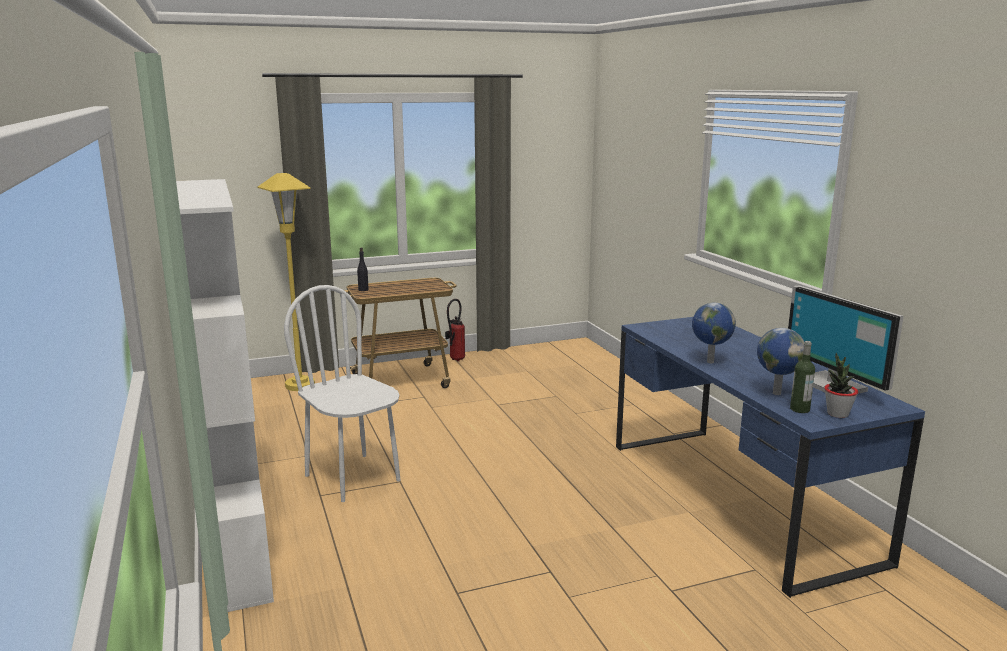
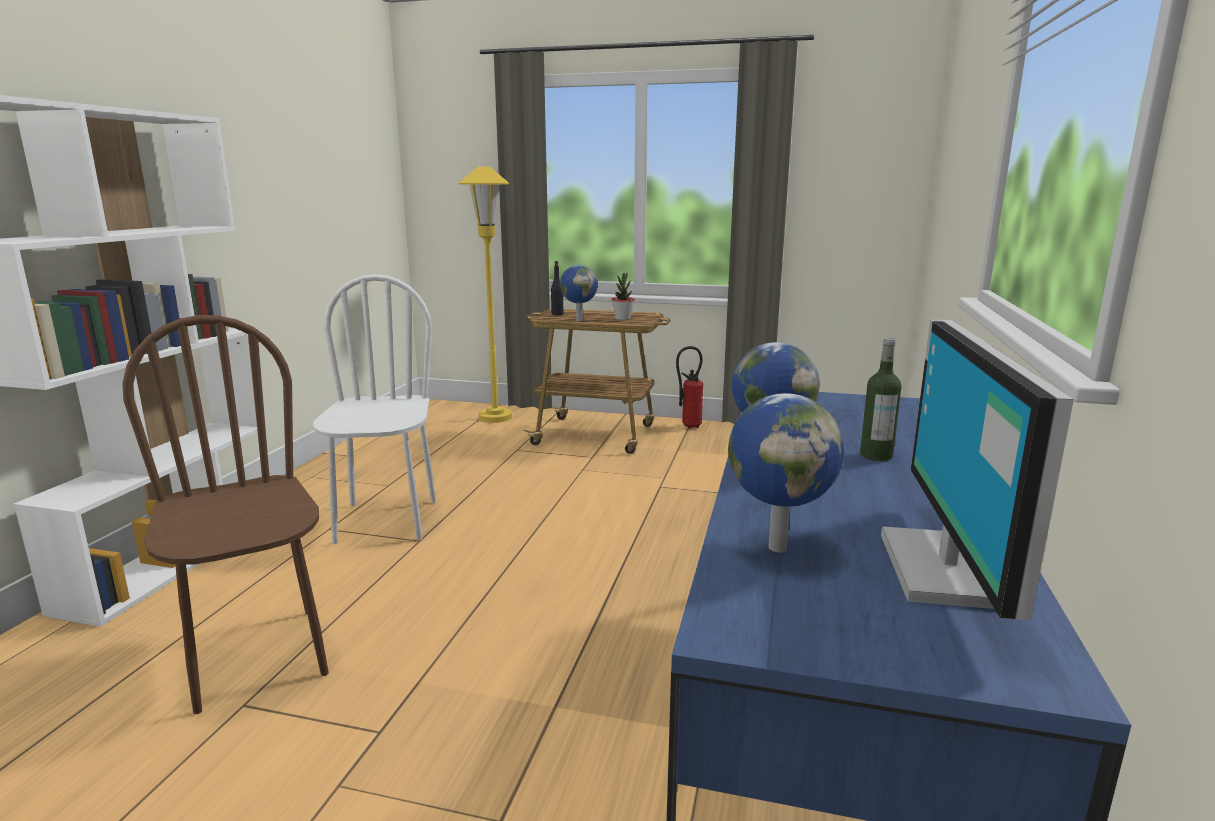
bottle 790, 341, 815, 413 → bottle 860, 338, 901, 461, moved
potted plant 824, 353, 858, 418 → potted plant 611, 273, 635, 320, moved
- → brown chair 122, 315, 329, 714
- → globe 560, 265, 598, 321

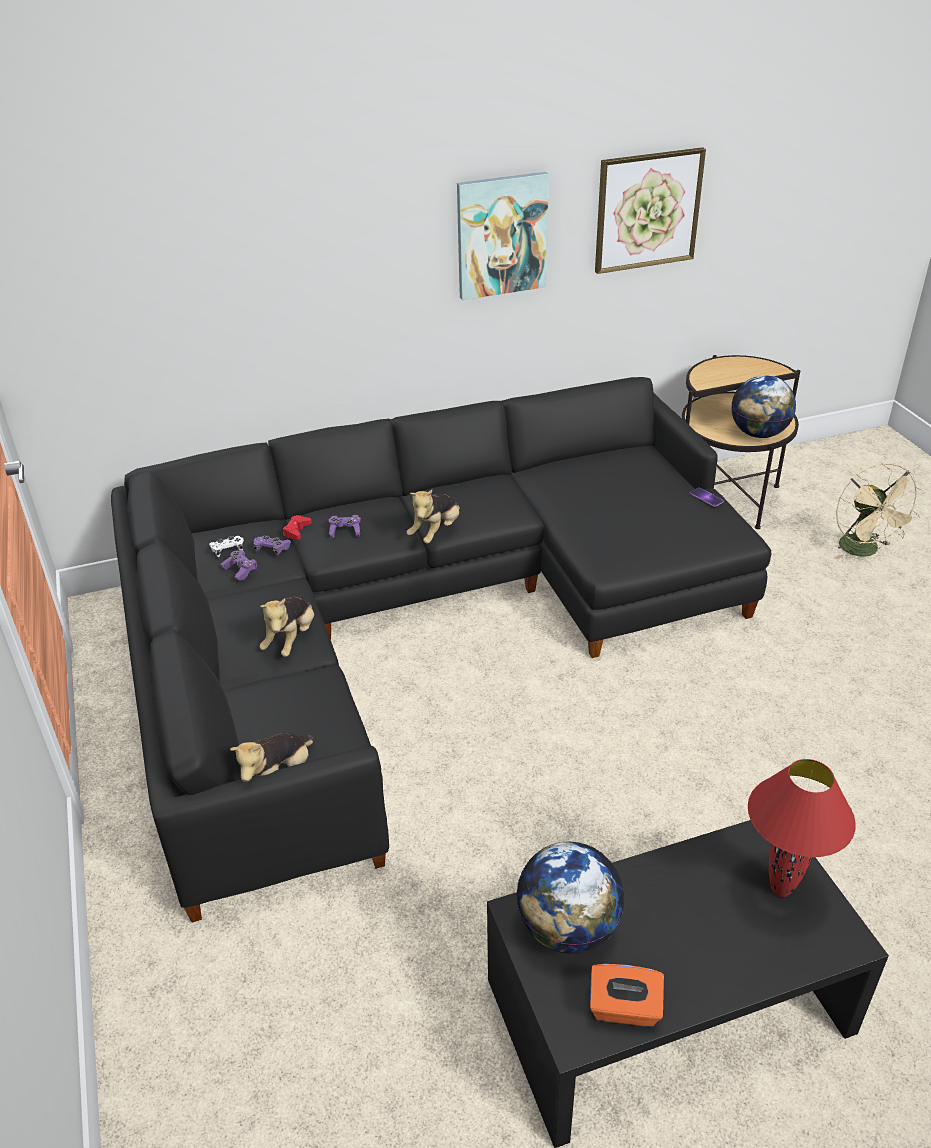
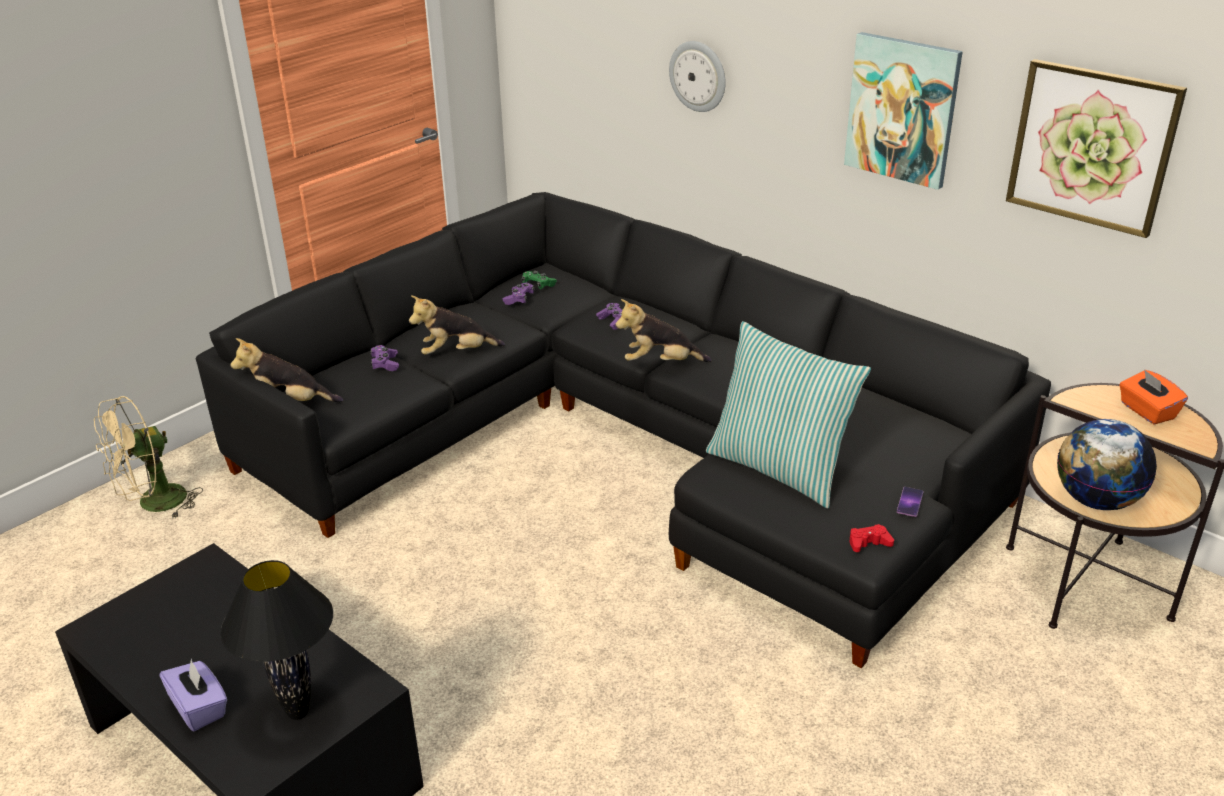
white game controller 209, 536, 244, 557 → green game controller 522, 271, 557, 289
purple game controller 253, 535, 291, 556 → purple game controller 370, 345, 399, 371, moved
red game controller 283, 515, 312, 539 → red game controller 849, 524, 894, 552, moved
globe 516, 842, 625, 954 → -
orange tissue box 590, 964, 664, 1026 → orange tissue box 1119, 369, 1188, 424, moved
red table lamp 748, 759, 856, 897 → black table lamp 220, 560, 333, 720
beige fan 834, 463, 925, 560 → beige fan 94, 396, 203, 519, moved
- → purple tissue box 160, 659, 227, 731
- → wall clock 669, 41, 726, 112
- → pillow 706, 321, 871, 509

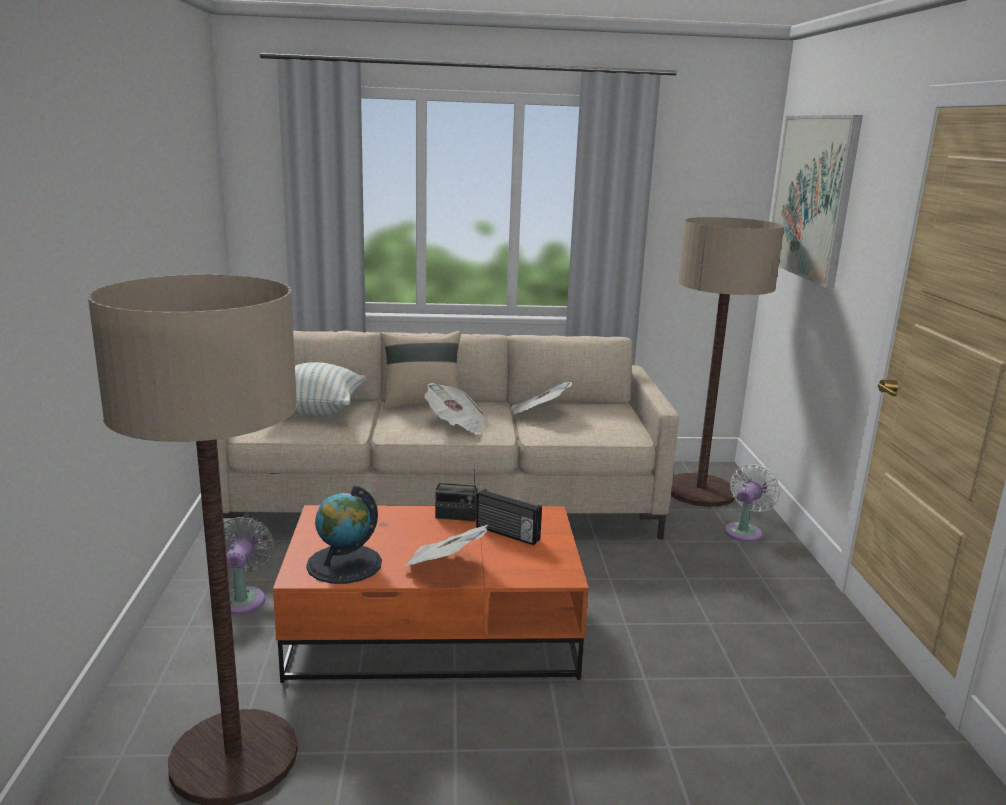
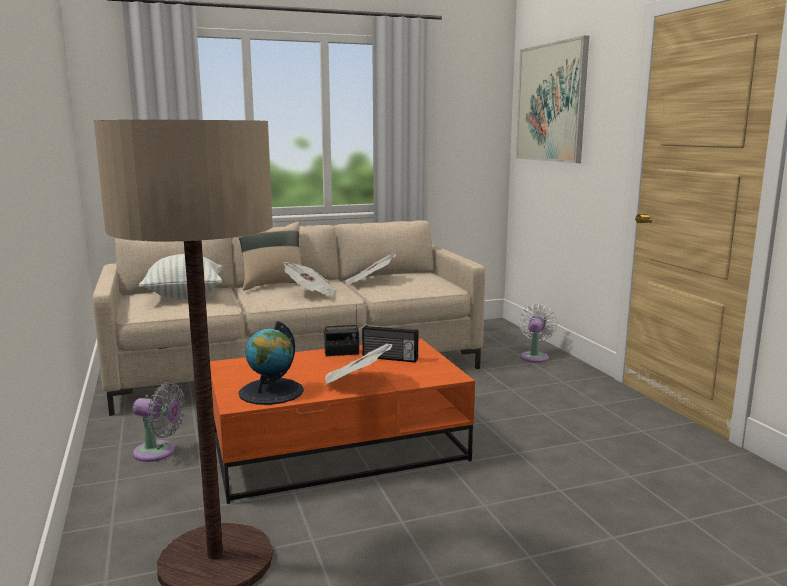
grey fan 224, 517, 275, 614 → grey fan 133, 382, 185, 462, 120 degrees clockwise
floor lamp 671, 217, 784, 507 → -

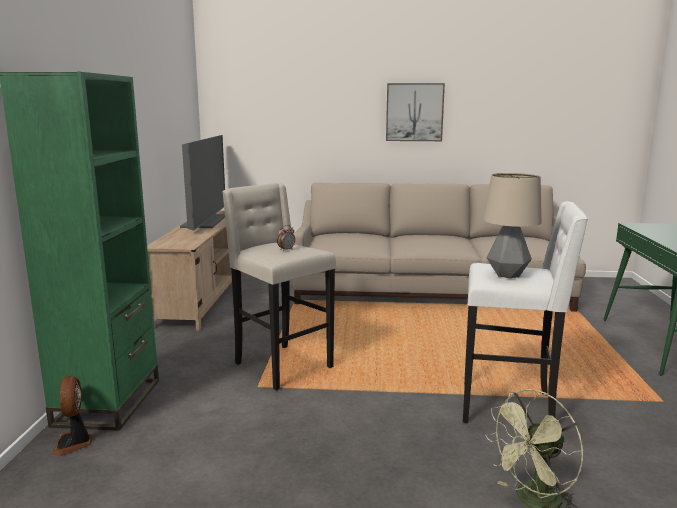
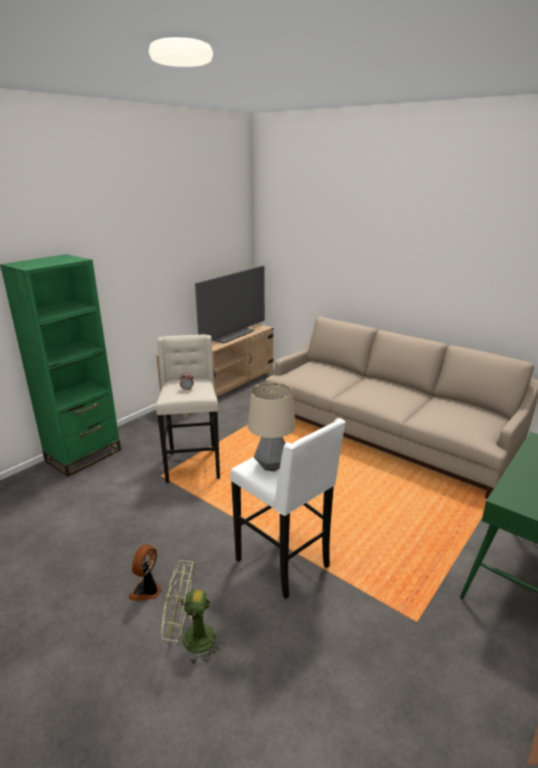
fan 52, 376, 93, 456 → fan 128, 544, 162, 601, moved
picture 386, 83, 445, 141 → -

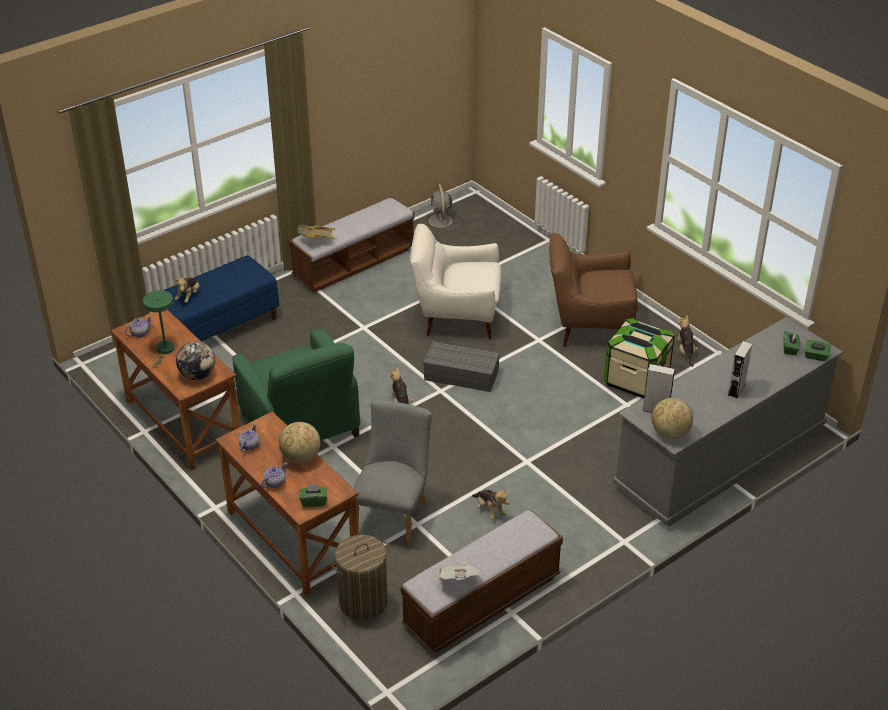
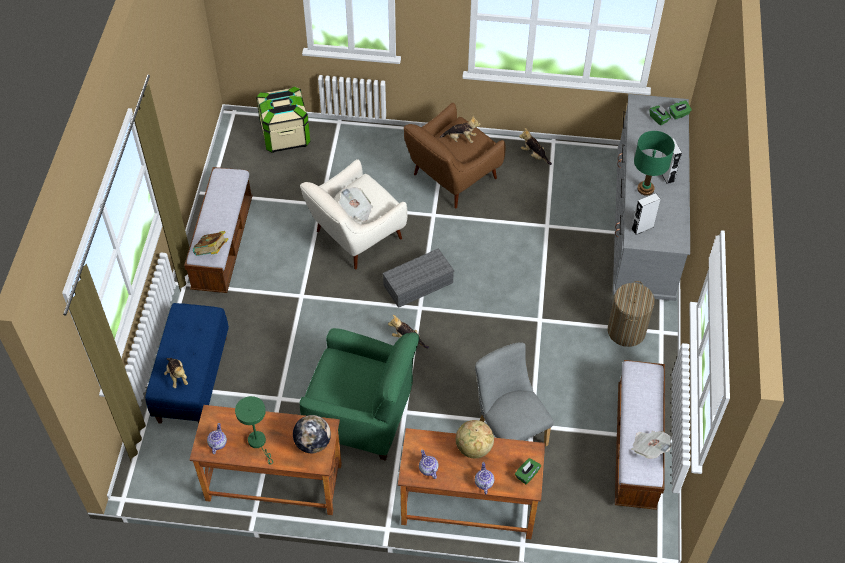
laundry basket 332, 534, 390, 620 → laundry basket 608, 281, 655, 347, moved
grey fan 424, 184, 459, 231 → -
plush toy 472, 489, 510, 520 → plush toy 440, 115, 481, 143, moved
storage box 604, 318, 675, 398 → storage box 256, 86, 311, 153, moved
globe 651, 398, 693, 439 → -
- → newspaper 339, 187, 373, 222
- → green table lamp 634, 131, 675, 196

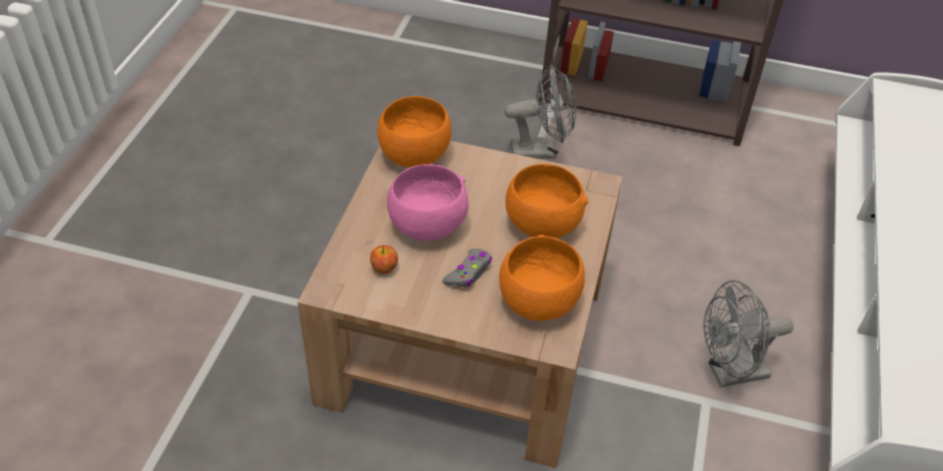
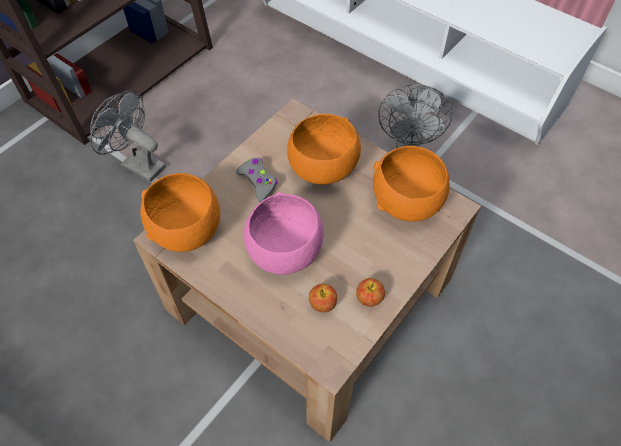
grey game controller 442, 249, 492, 287 → grey game controller 236, 158, 277, 202, moved
grey fan 504, 65, 576, 159 → grey fan 90, 91, 166, 182, 75 degrees counterclockwise
- → apple 356, 278, 385, 307

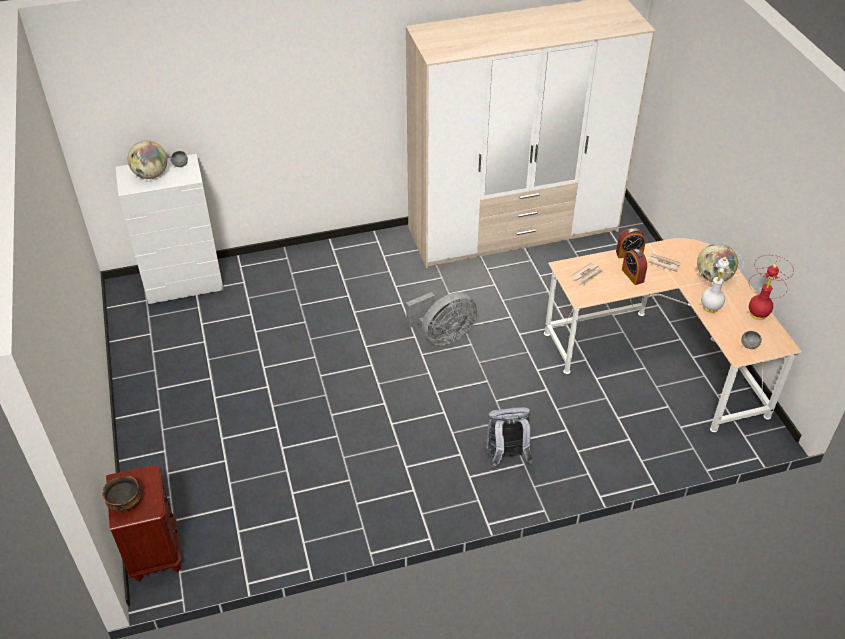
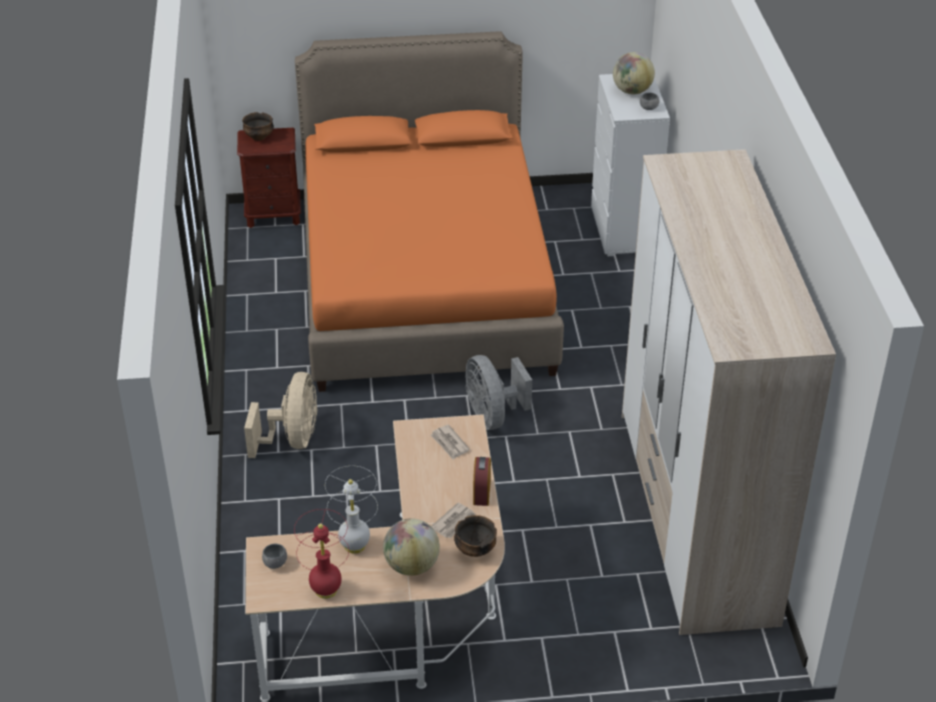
grey backpack 484, 407, 533, 468 → beige fan 244, 372, 317, 458
alarm clock 622, 249, 647, 285 → -
- → orange bed 295, 31, 564, 392
- → bowl 454, 515, 497, 557

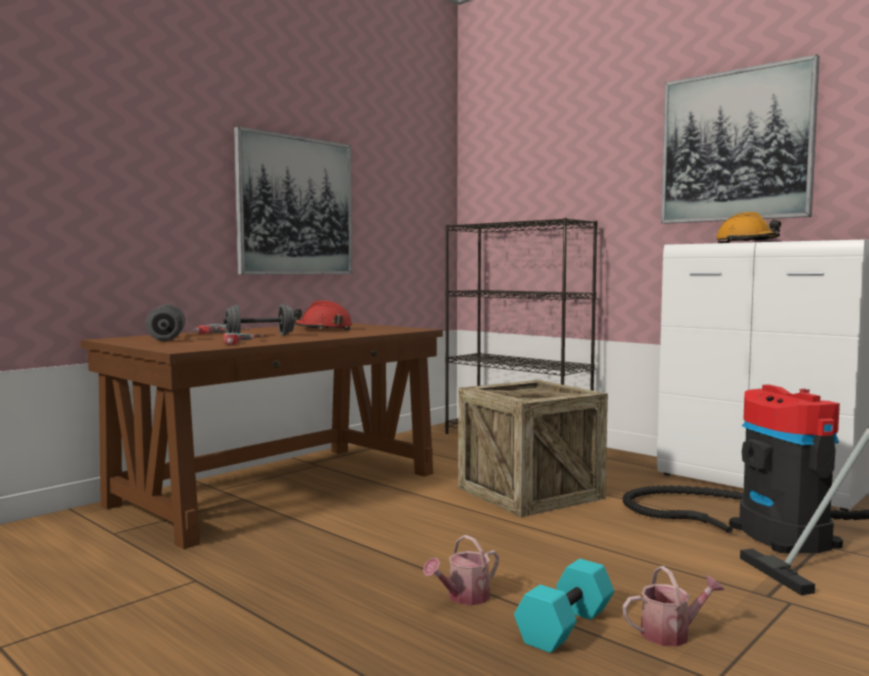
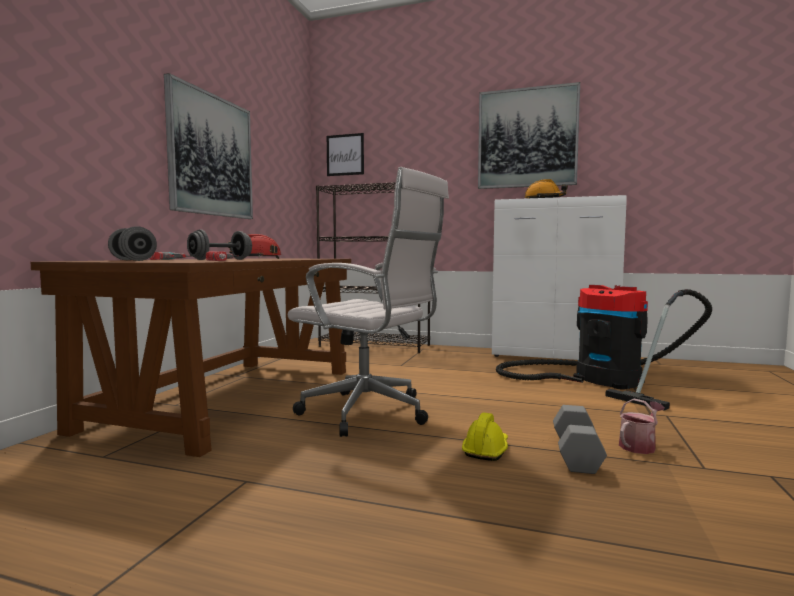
watering can 423, 535, 499, 605 → yellow hard hat 462, 412, 508, 461
crate 458, 380, 608, 517 → -
turquoise dumbbell 514, 559, 614, 653 → grey dumbbell 553, 405, 607, 474
- → white office chair 288, 167, 449, 437
- → picture 327, 133, 364, 176

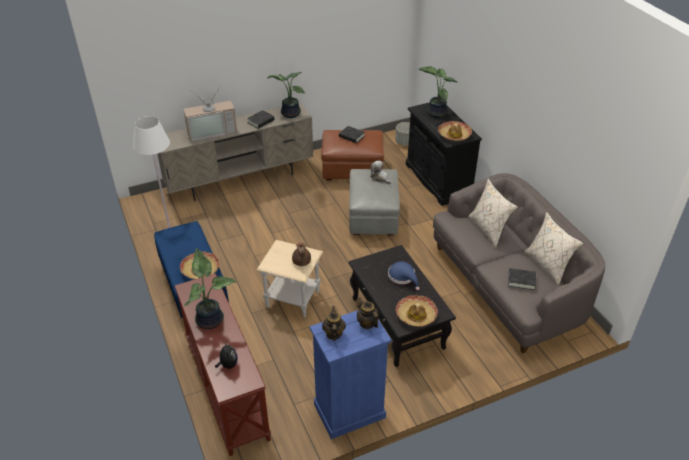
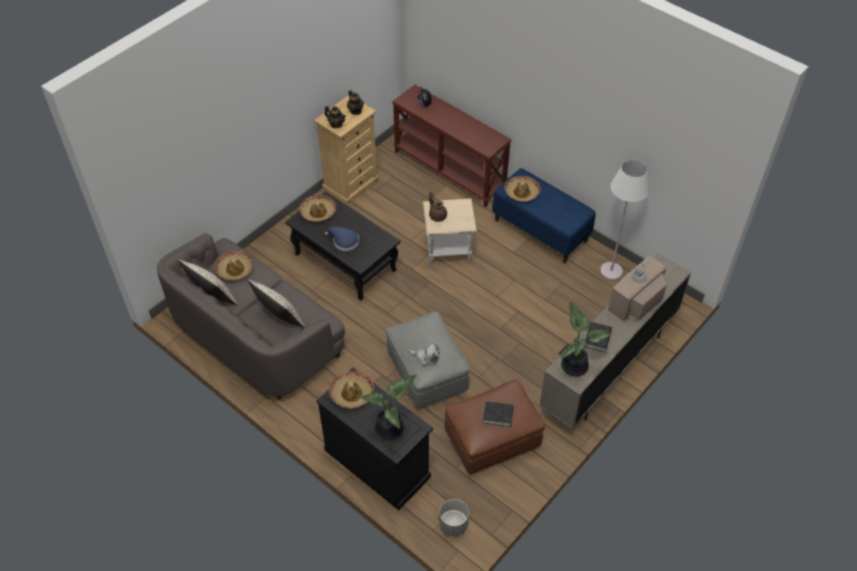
potted plant 184, 248, 236, 329 → -
blue dresser 309, 310, 392, 439 → beige dresser 314, 95, 379, 206
black book 508, 268, 536, 290 → hat 215, 250, 254, 281

